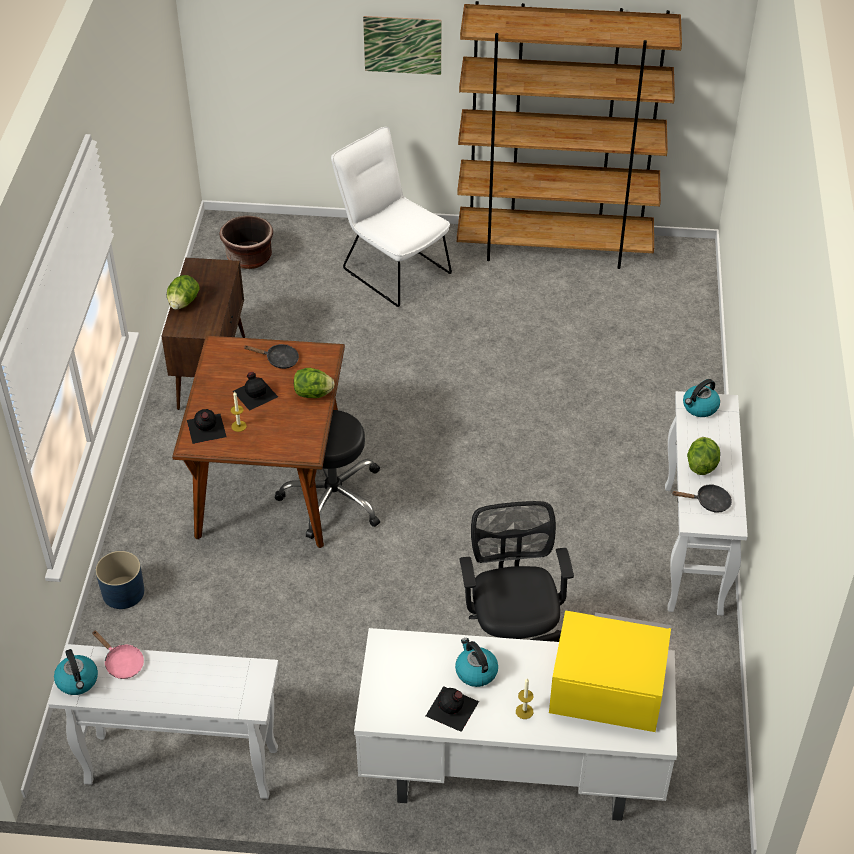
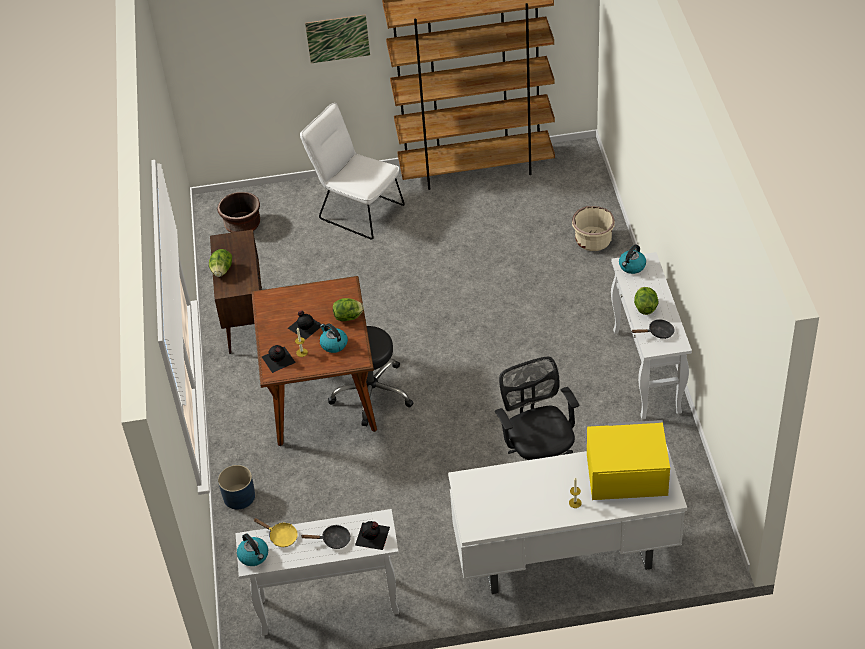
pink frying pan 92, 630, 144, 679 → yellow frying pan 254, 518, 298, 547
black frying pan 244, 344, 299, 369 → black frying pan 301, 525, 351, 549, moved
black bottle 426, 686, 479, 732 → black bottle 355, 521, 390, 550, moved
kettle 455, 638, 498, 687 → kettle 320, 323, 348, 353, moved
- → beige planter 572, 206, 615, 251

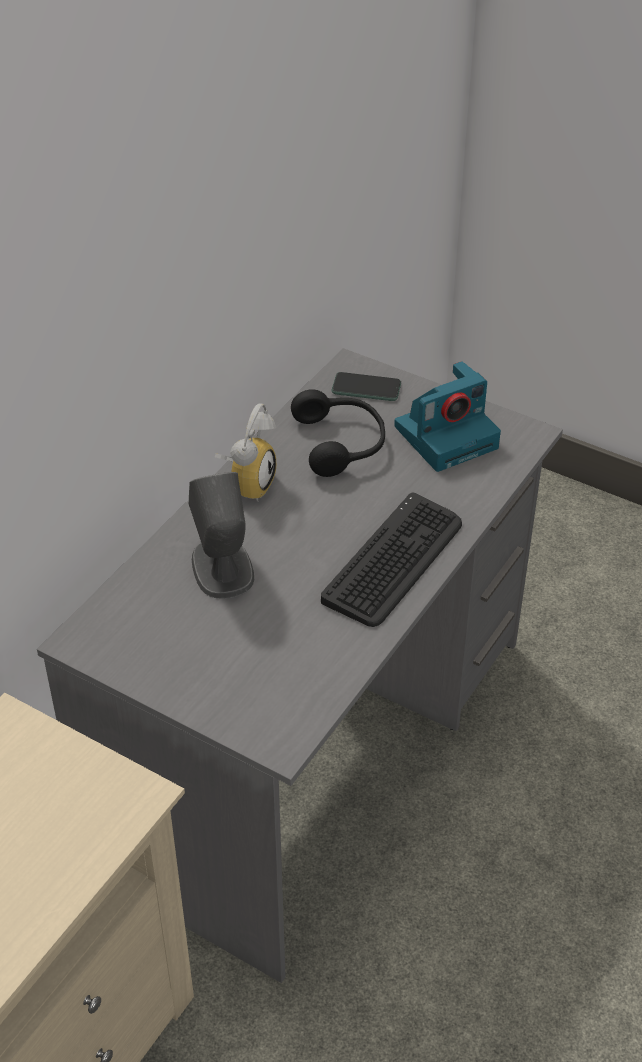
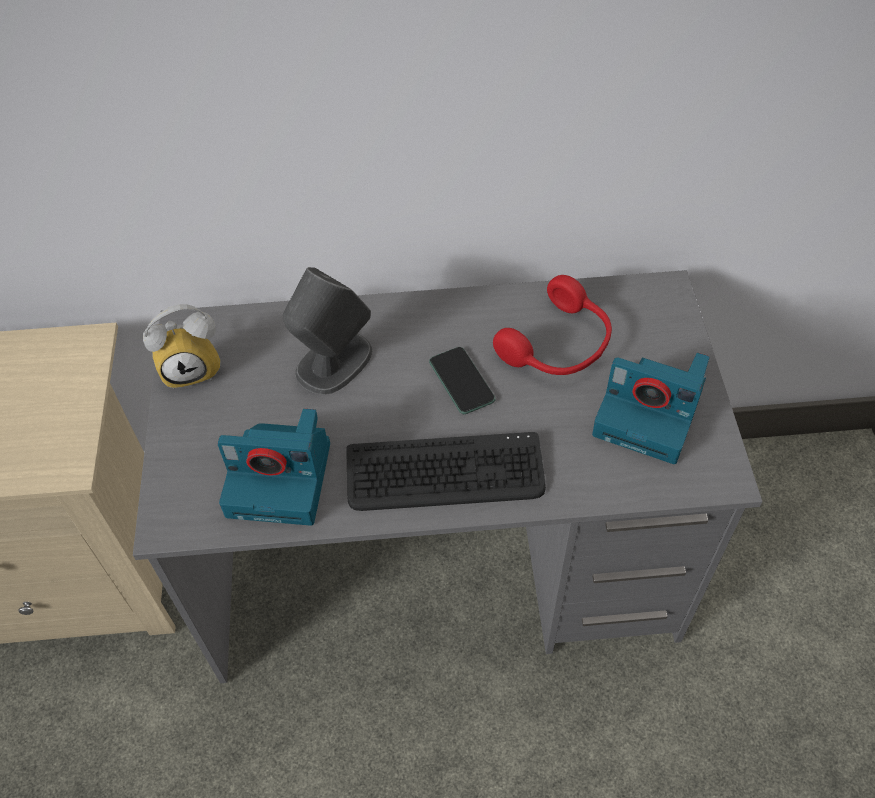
alarm clock 215, 404, 276, 502 → alarm clock 143, 304, 220, 389, moved
black headphones 291, 389, 385, 477 → red headphones 493, 275, 612, 375
phone 332, 372, 401, 401 → phone 429, 347, 495, 414, moved
- → photo camera 218, 409, 330, 526

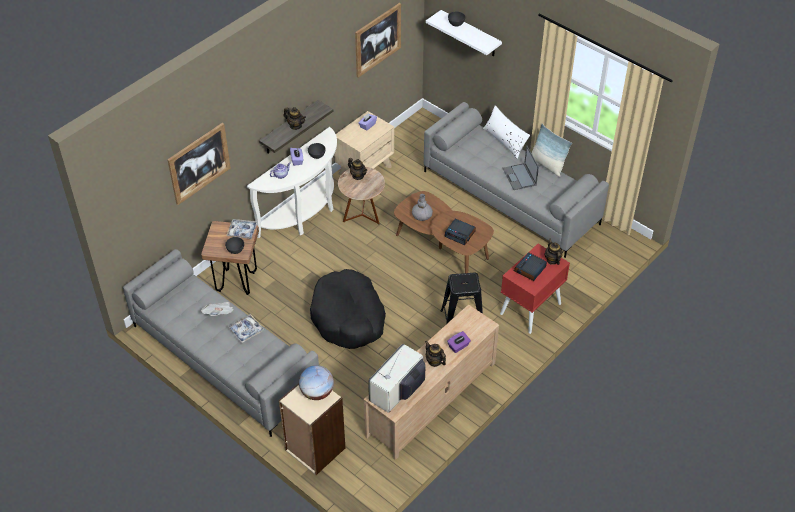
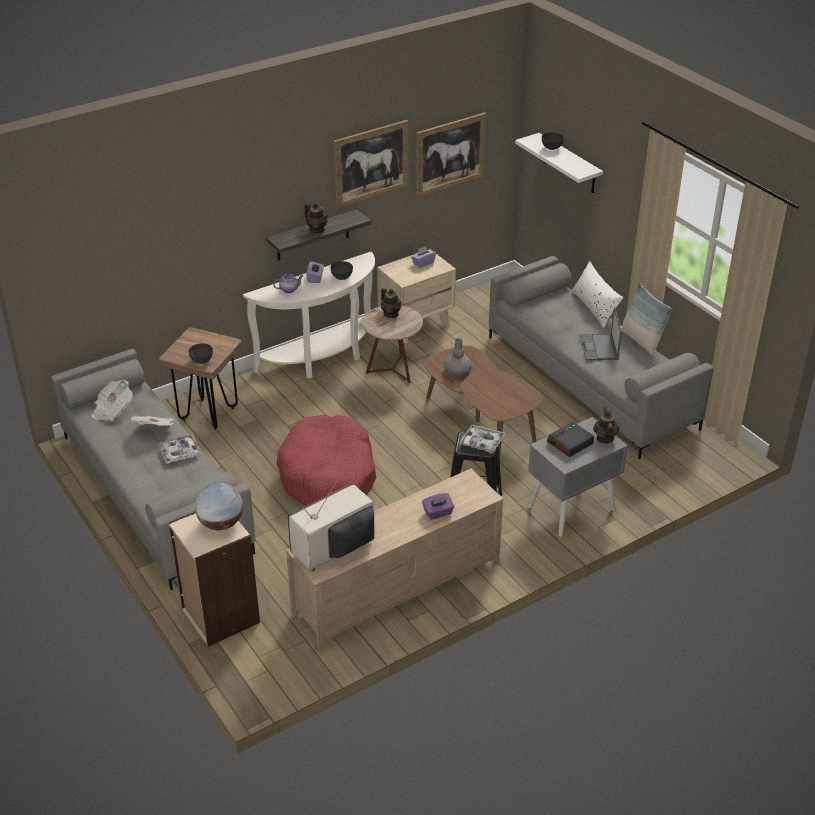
picture 167, 123, 231, 205 → picture 334, 120, 408, 208, moved
tray 226, 219, 257, 239 → tray 459, 425, 506, 453, moved
black dog bed 310, 269, 386, 349 → red dog bed 277, 414, 376, 506
teapot 425, 341, 446, 367 → -
alarm clock 444, 219, 476, 245 → -
red nightstand 500, 244, 570, 334 → grey nightstand 528, 417, 628, 537
- → newspaper 92, 380, 133, 421

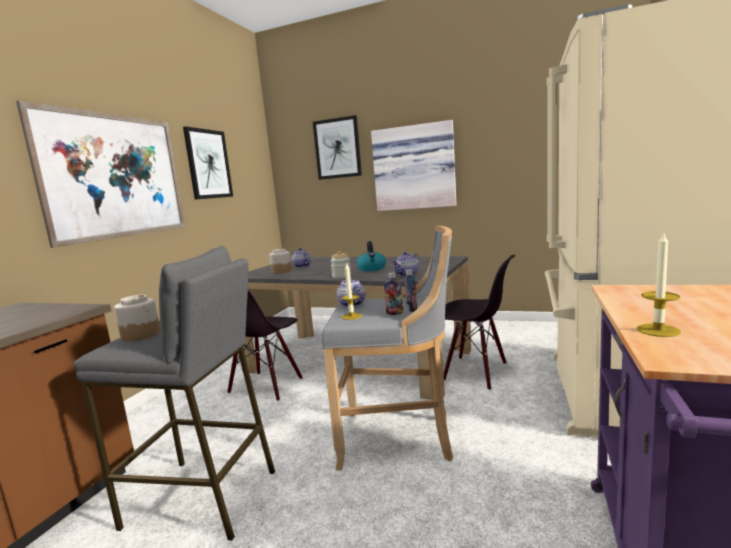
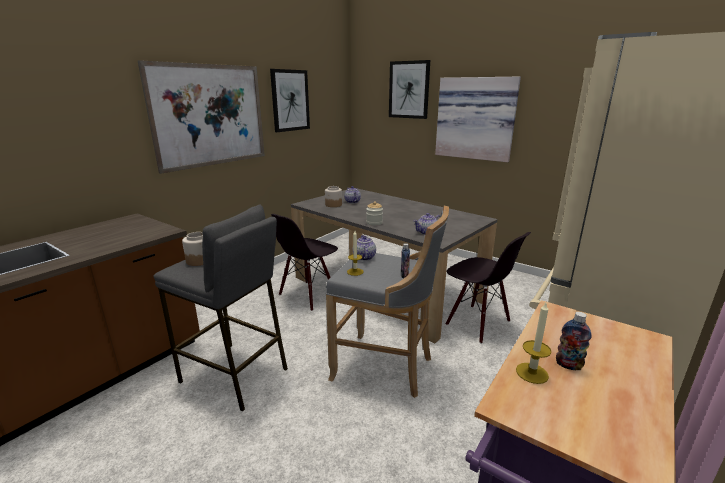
kettle 357, 241, 386, 271 → -
bottle 384, 272, 403, 315 → bottle 556, 312, 591, 370, moved

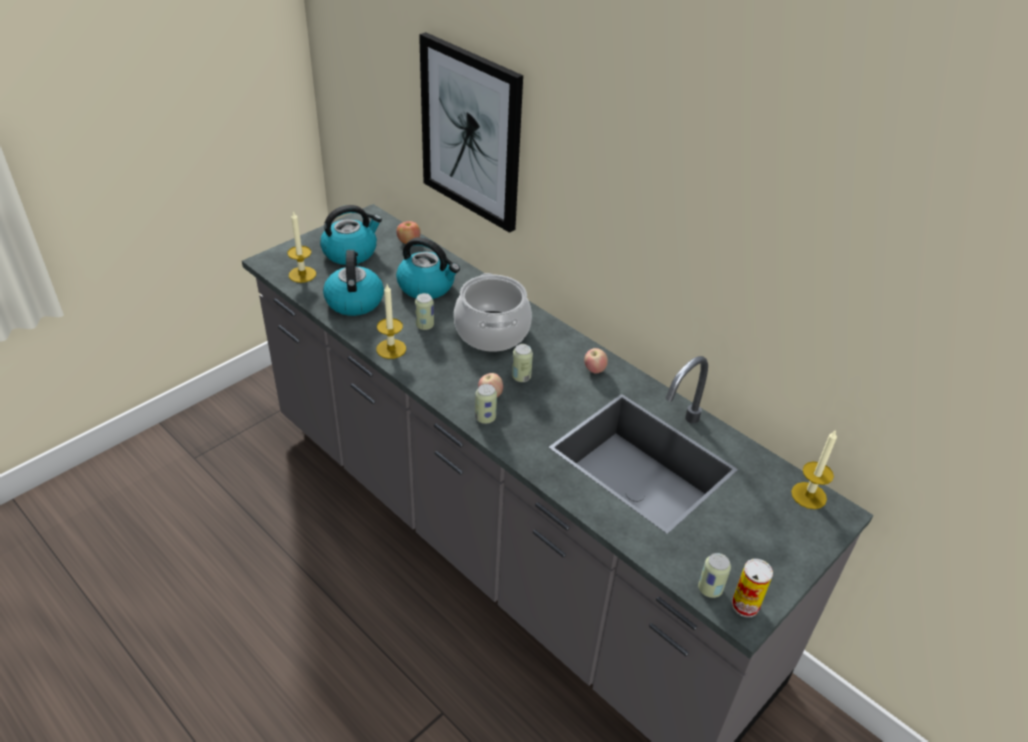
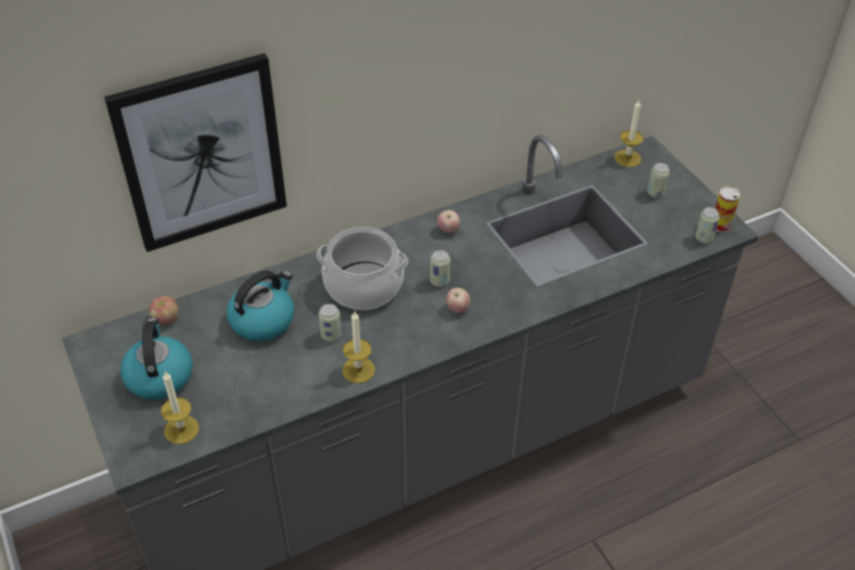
kettle 323, 250, 384, 316 → -
can 475, 384, 497, 424 → can 647, 163, 670, 198, moved

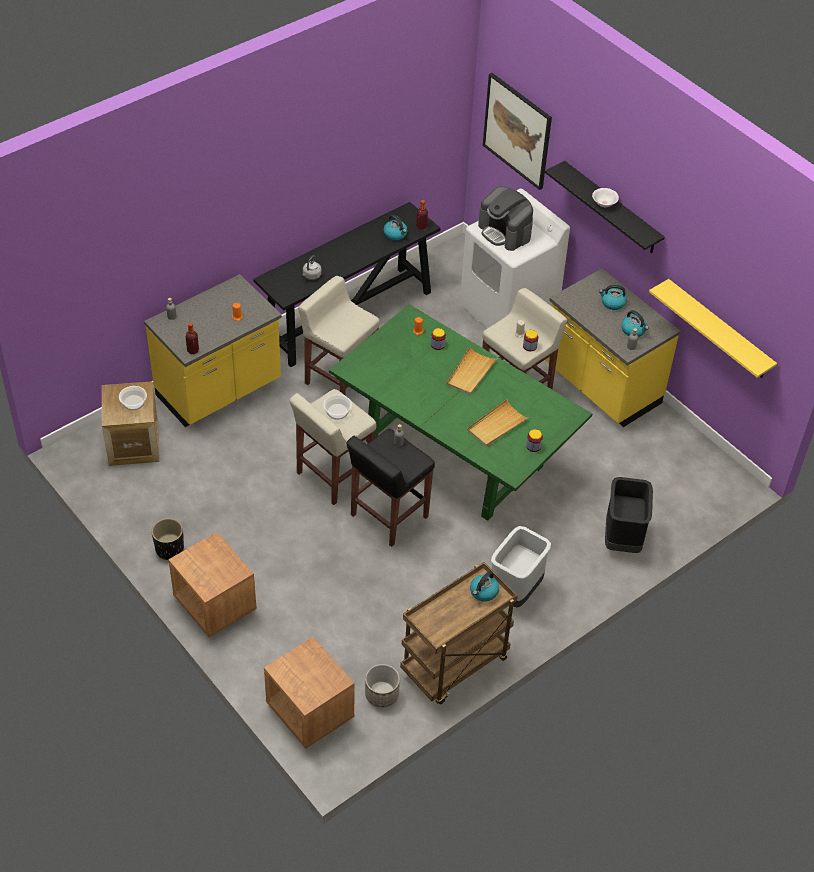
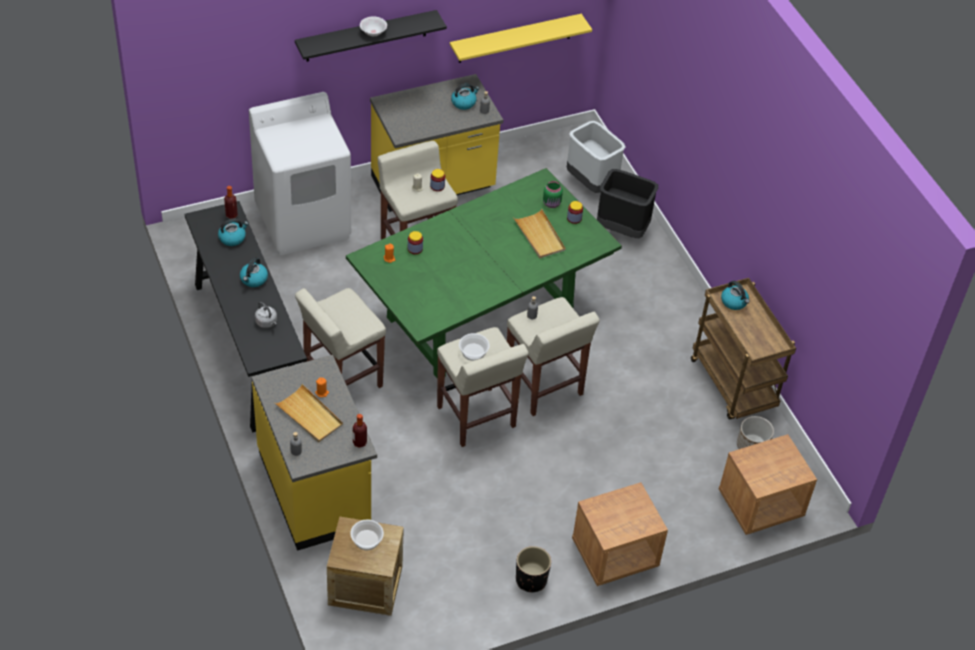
black stool 347, 429, 435, 547 → beige stool 507, 297, 600, 416
beige tray 446, 347, 497, 395 → beige tray 275, 384, 343, 443, moved
coffee machine 478, 186, 533, 251 → -
picture 483, 73, 552, 190 → -
grey trash can 491, 526, 551, 608 → grey trash can 567, 121, 626, 193, moved
kettle 599, 285, 627, 310 → kettle 240, 257, 268, 287, moved
- → green jar 543, 181, 563, 208

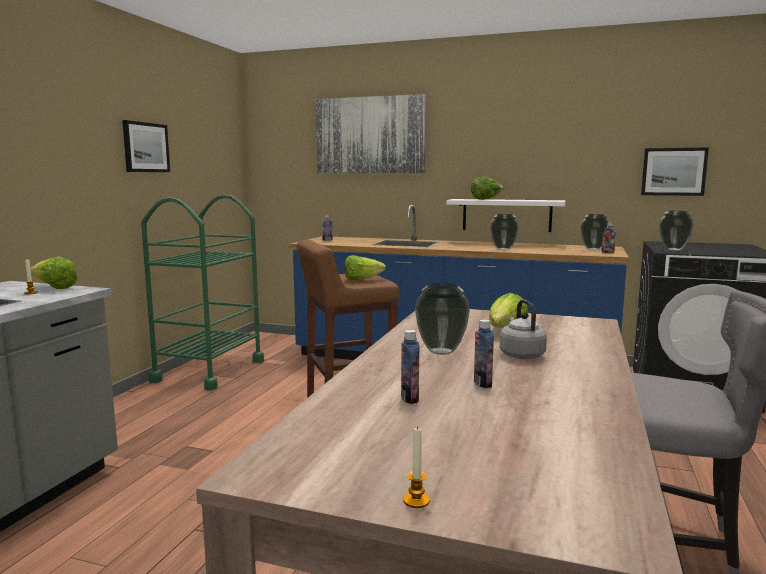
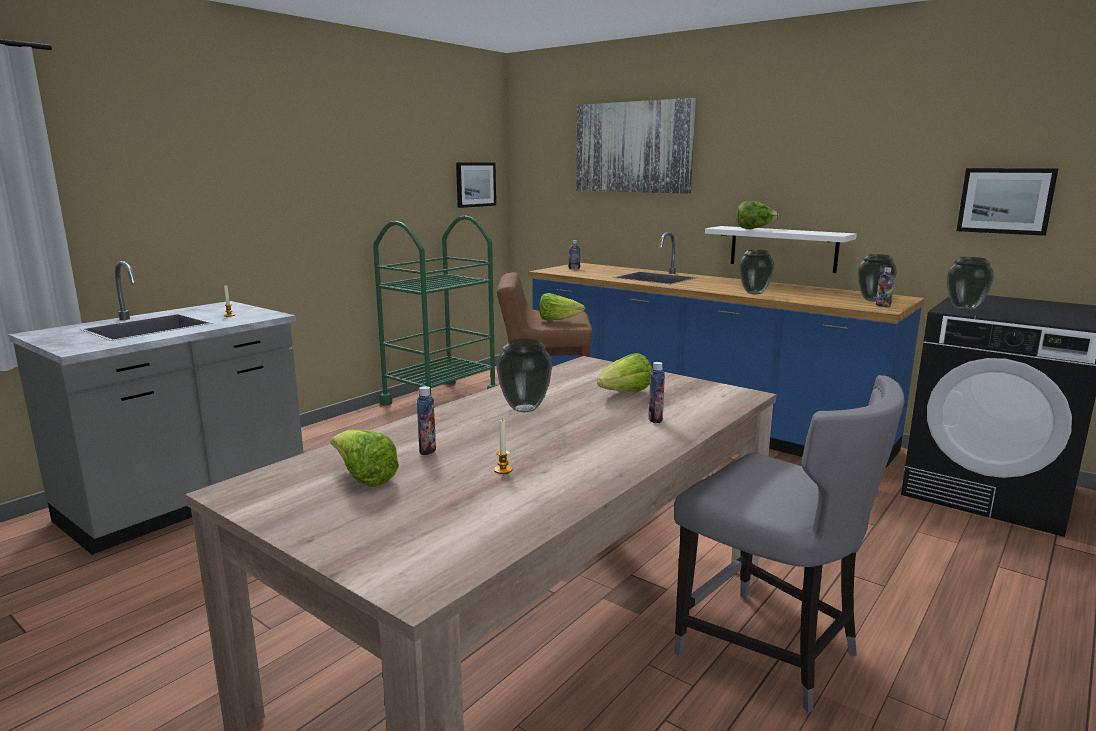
lettuce 31, 256, 78, 289 → lettuce 330, 430, 399, 487, moved
picture 122, 120, 170, 172 → picture 456, 163, 496, 208, moved
candle 403, 426, 430, 508 → candle 494, 419, 512, 474, moved
bottle 474, 319, 494, 388 → bottle 648, 362, 665, 423, moved
grey kettle 500, 299, 547, 359 → -

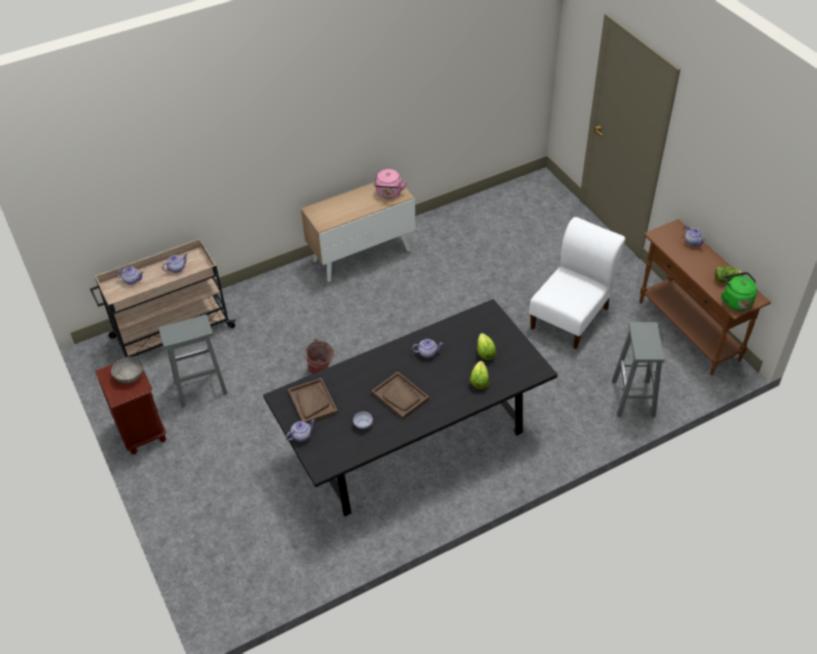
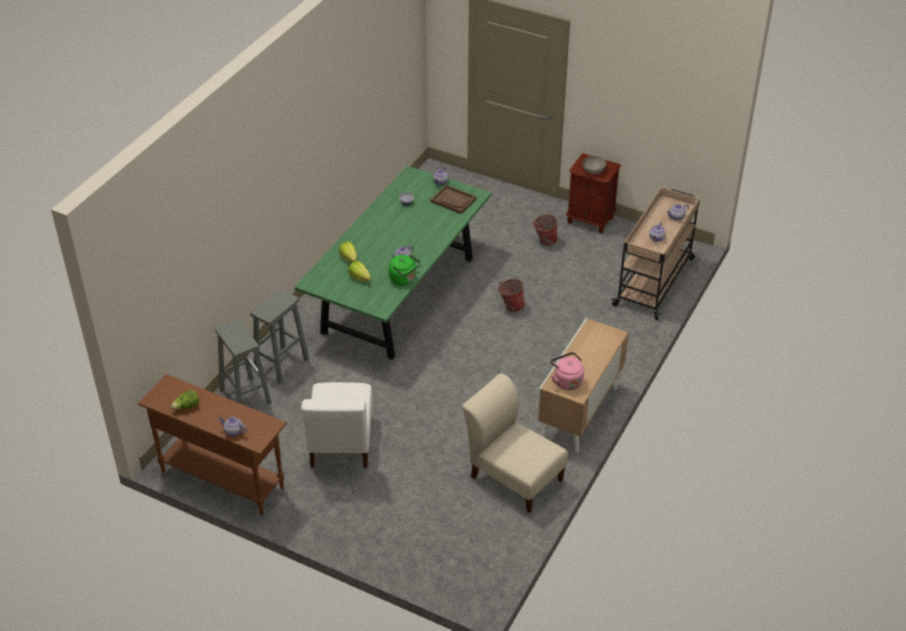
grey stool 159, 314, 228, 407 → grey stool 250, 289, 309, 385, moved
black dining table 263, 299, 558, 517 → green dining table 294, 166, 492, 360
brown tray 371, 372, 429, 420 → -
green kettle 721, 272, 757, 311 → green kettle 389, 255, 421, 286, moved
- → beige chair 462, 373, 568, 513
- → bucket 532, 214, 558, 246

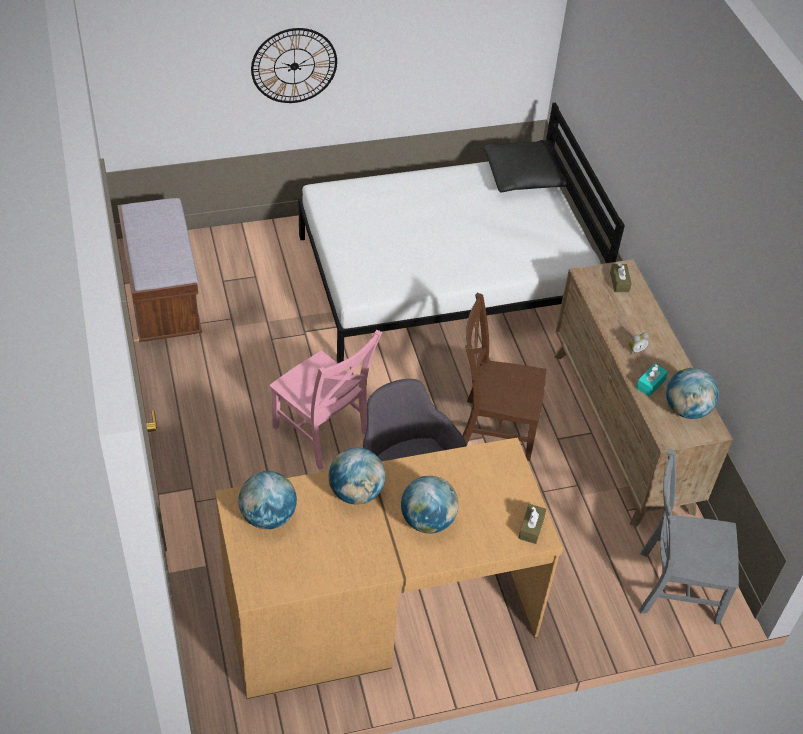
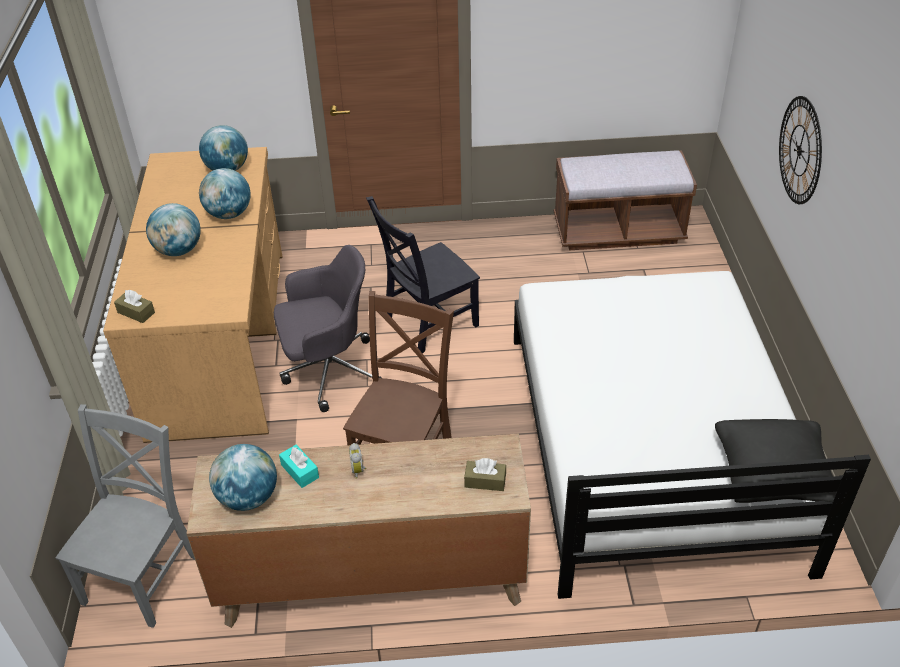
pink chair 269, 330, 382, 470 → black chair 366, 196, 480, 354

